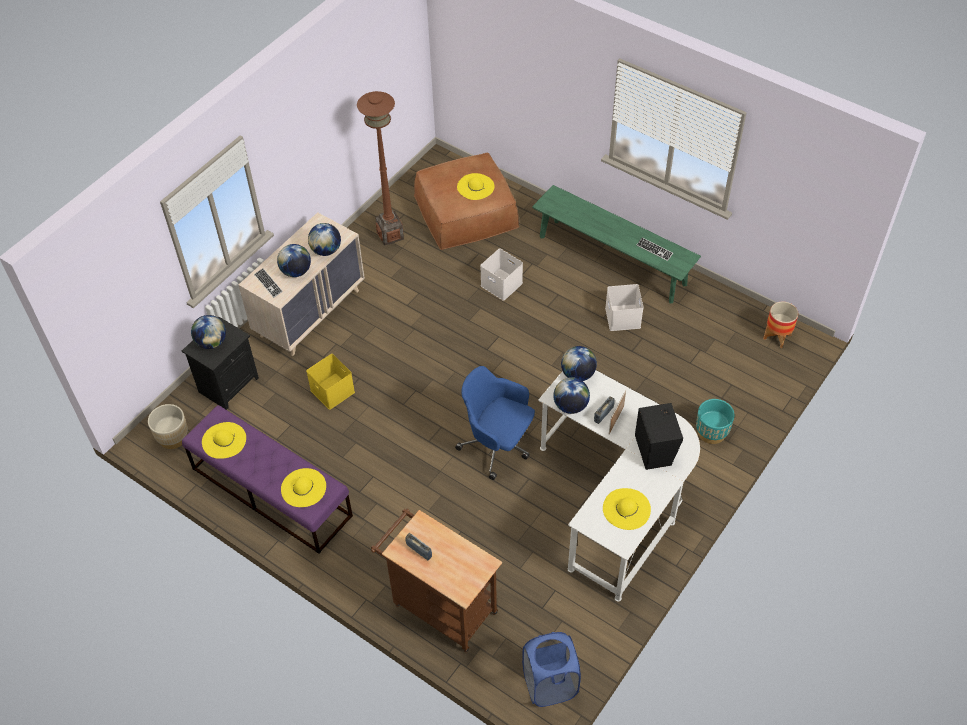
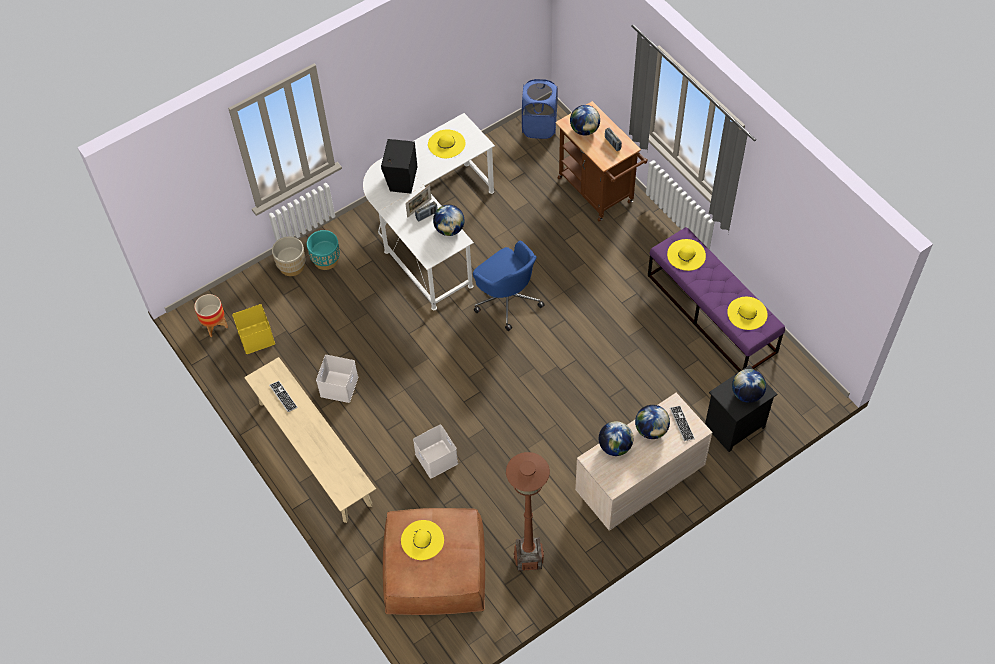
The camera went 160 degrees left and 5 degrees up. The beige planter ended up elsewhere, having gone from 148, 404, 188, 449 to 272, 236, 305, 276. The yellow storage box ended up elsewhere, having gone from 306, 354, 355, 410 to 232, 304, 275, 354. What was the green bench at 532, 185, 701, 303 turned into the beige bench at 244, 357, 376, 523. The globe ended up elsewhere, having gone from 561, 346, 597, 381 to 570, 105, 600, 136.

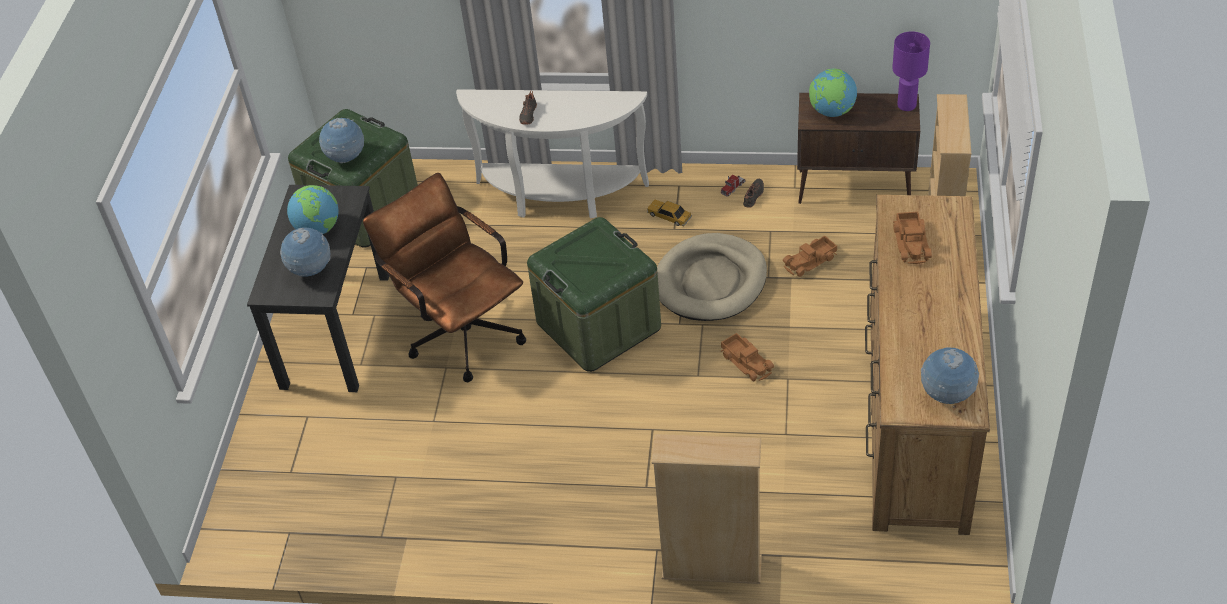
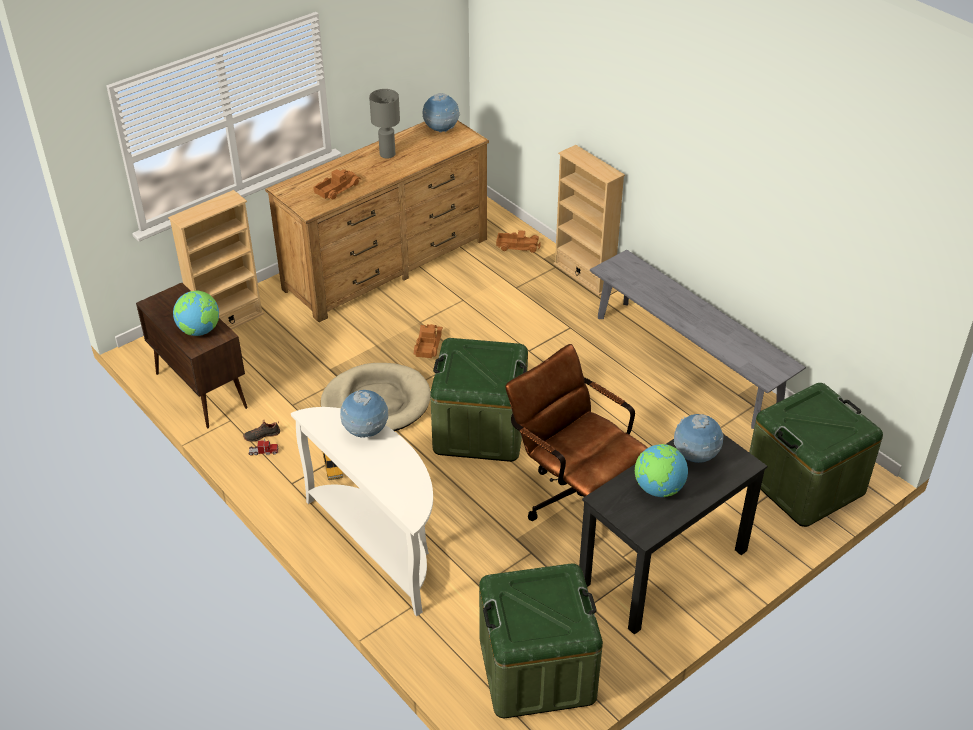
The camera went 140 degrees left and 5 degrees down. The globe ended up elsewhere, having gone from 319, 118, 364, 163 to 340, 390, 388, 438. The brown office chair at 363, 173, 526, 382 ended up facing another way, 135 degrees clockwise from before. The second view lost the black shoe at 519, 90, 537, 125. The toy truck ended up elsewhere, having gone from 783, 236, 837, 277 to 496, 230, 541, 253. The second view lost the purple table lamp at 892, 31, 930, 111. The second view gained the grey table lamp at 369, 89, 400, 159. The second view gained the grey bench at 590, 250, 806, 429. The second view gained the green storage box at 749, 383, 883, 527.

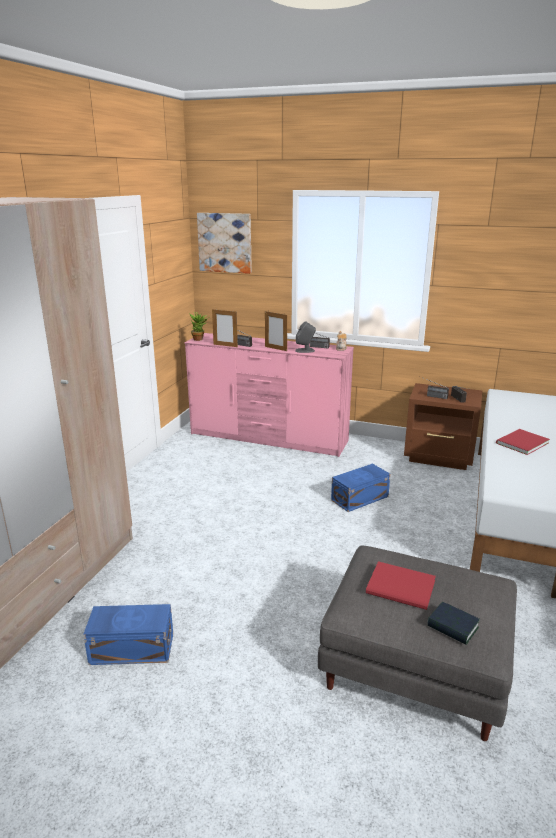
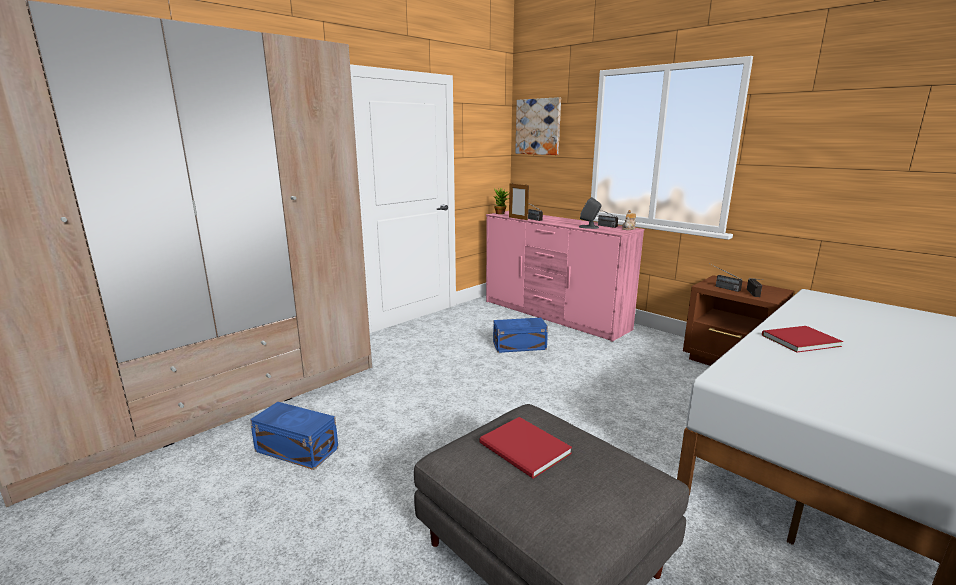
The camera went 25 degrees right and 5 degrees down. The second view lost the picture frame at 265, 311, 287, 351. The blue storage box ended up elsewhere, having gone from 331, 464, 390, 512 to 493, 318, 548, 353. The second view lost the book at 427, 602, 480, 645.

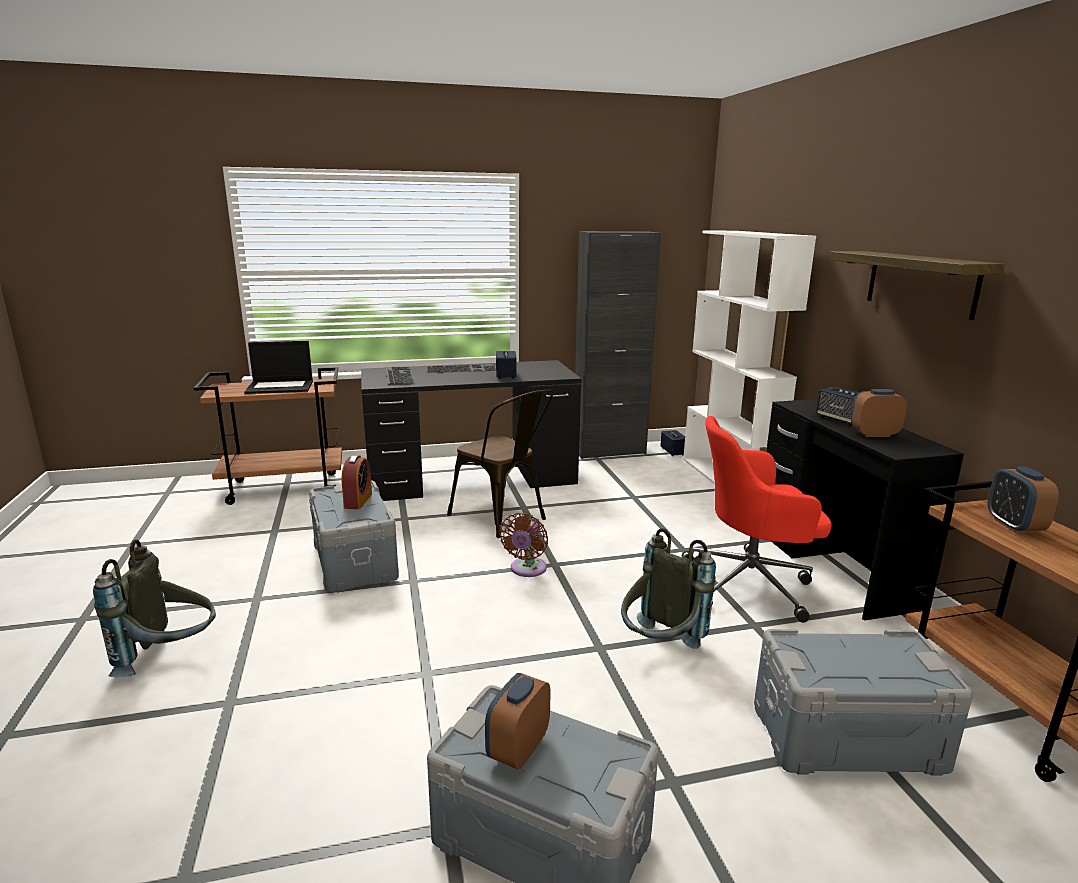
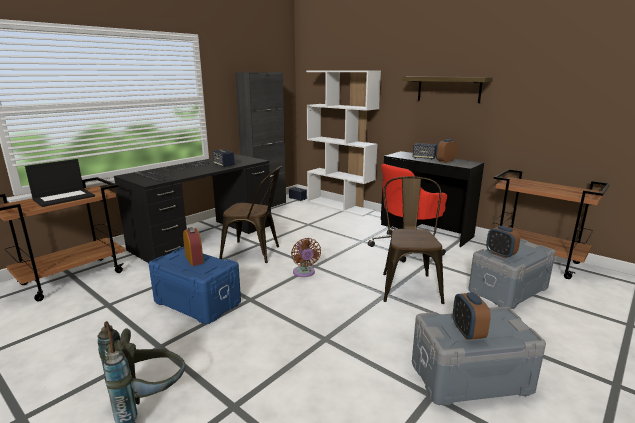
The camera went 35 degrees left and 0 degrees up. What was the grey storage box at 309, 480, 399, 593 turned into the blue storage box at 149, 247, 241, 324. Where the grey backpack stood at 621, 528, 716, 649, the brown chair came to stand at 383, 176, 444, 304. The alarm clock ended up elsewhere, having gone from 988, 466, 1059, 533 to 486, 226, 520, 258.

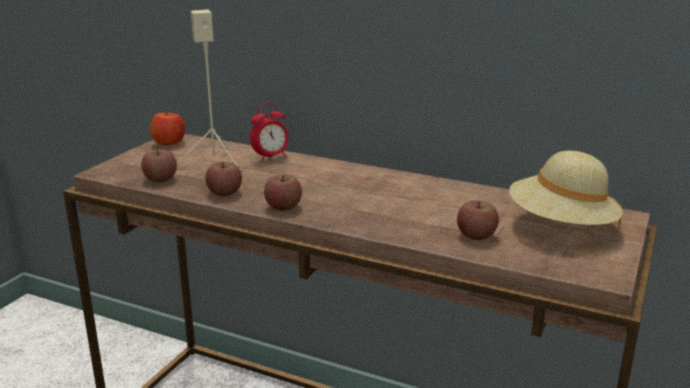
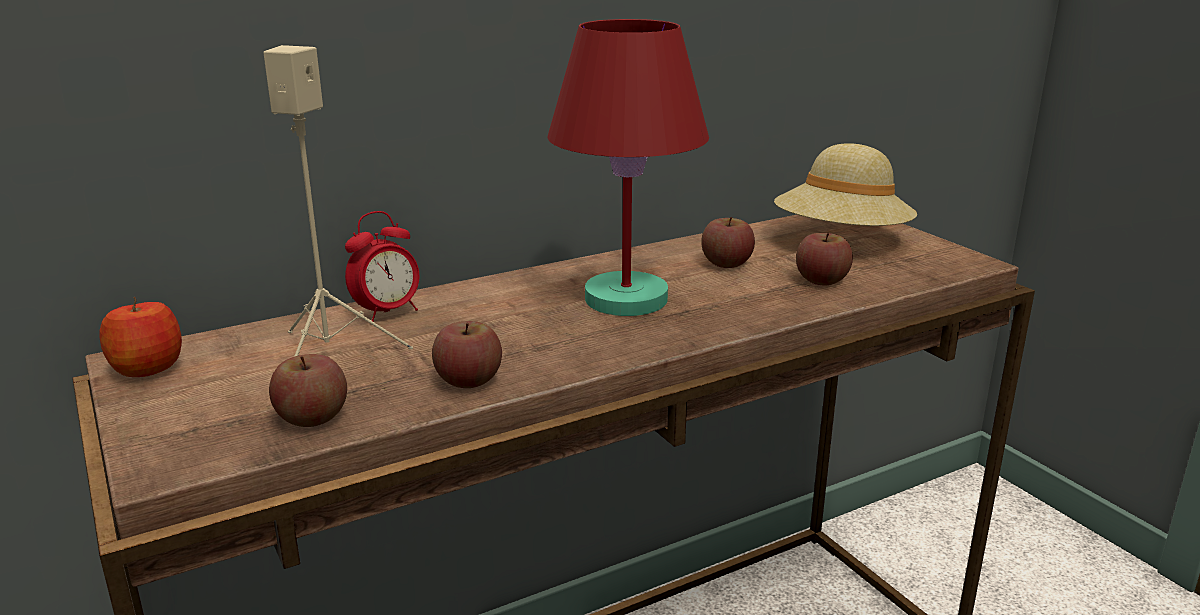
The camera went 55 degrees left and 0 degrees up. The alarm clock at 250, 103, 289, 162 ended up facing another way, 45 degrees clockwise from before. The apple ended up elsewhere, having gone from 264, 175, 302, 211 to 701, 217, 755, 268. The second view gained the red table lamp at 547, 19, 709, 316.

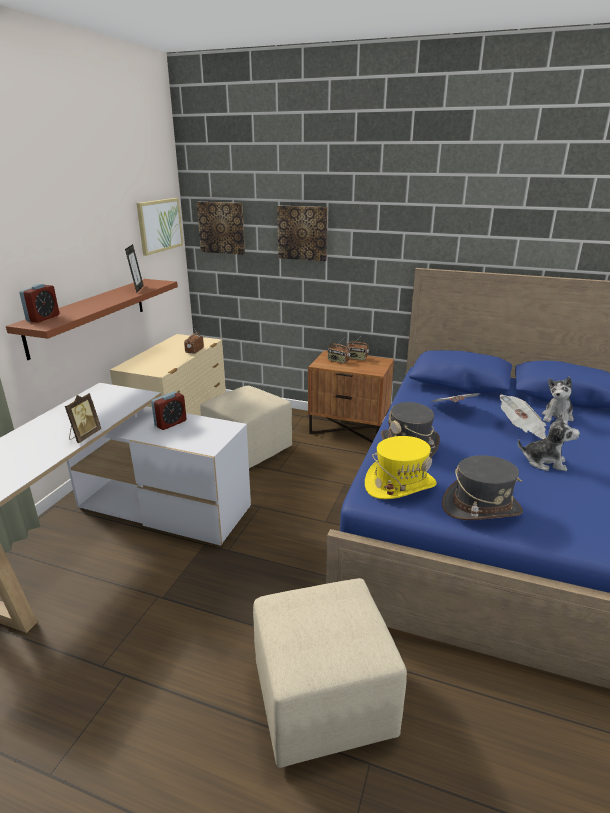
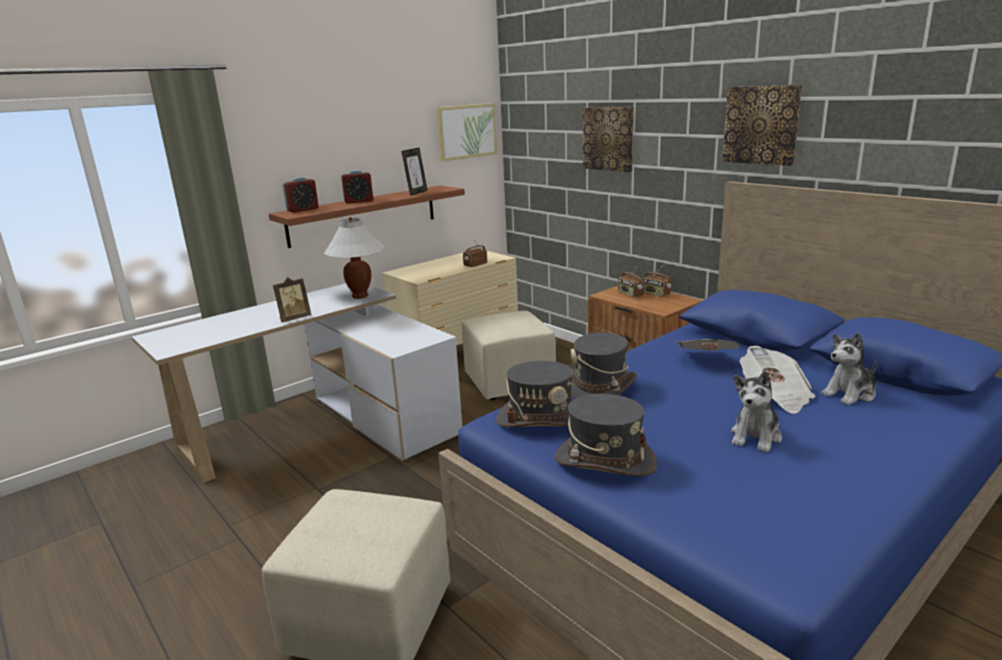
The camera went 30 degrees right and 5 degrees down. The alarm clock ended up elsewhere, having gone from 151, 391, 187, 430 to 341, 170, 373, 204. The picture ended up elsewhere, having gone from 197, 202, 245, 255 to 722, 85, 802, 166. What was the yellow hat at 365, 436, 437, 499 turned into the grey hat at 496, 361, 574, 427. The plush toy at 518, 413, 580, 471 ended up facing another way, 75 degrees clockwise from before. The second view gained the white table lamp at 323, 217, 384, 299.

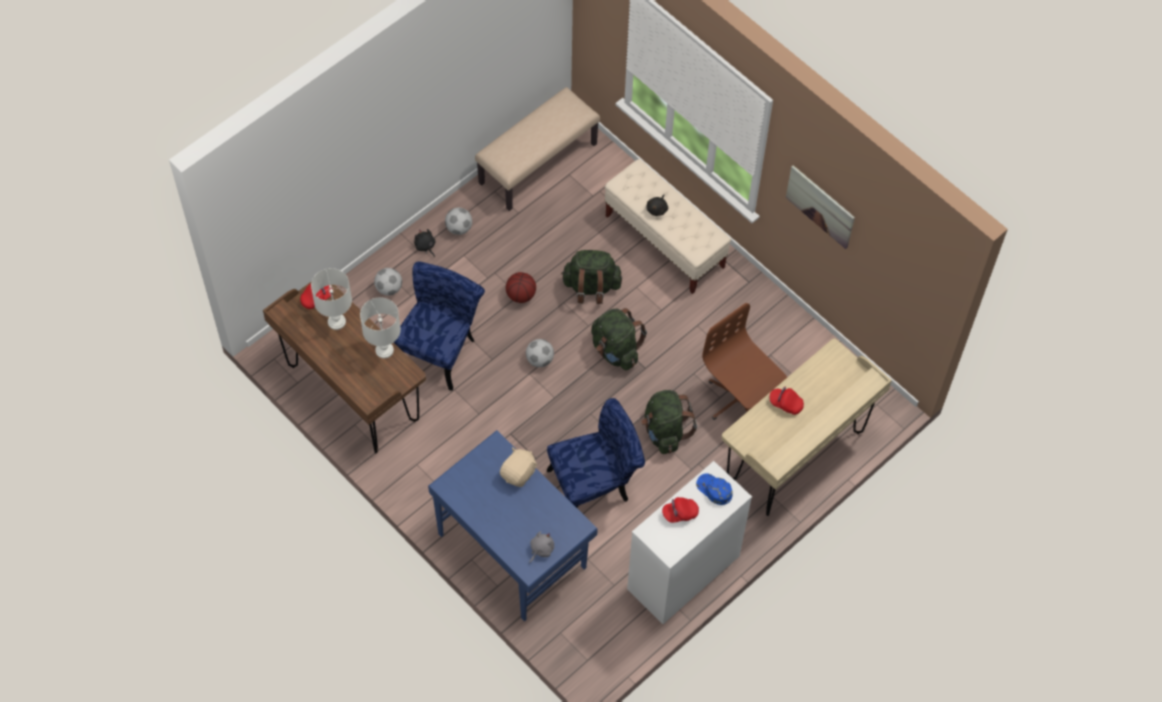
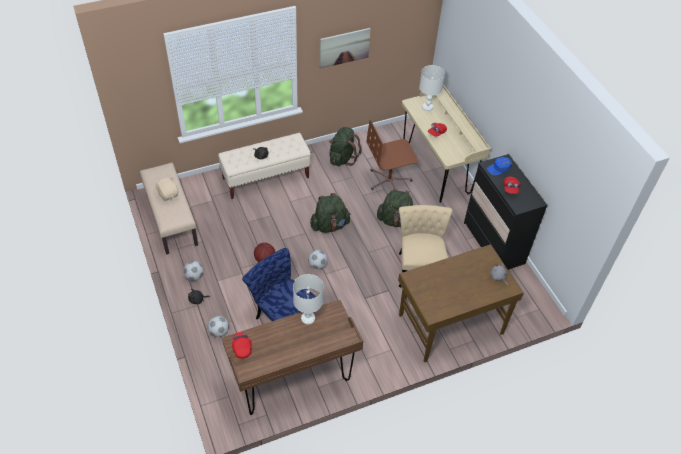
The camera went 70 degrees left and 10 degrees down. The white table lamp ended up elsewhere, having gone from 311, 268, 352, 330 to 419, 65, 445, 111. What was the blue desk at 428, 430, 598, 622 turned into the brown desk at 398, 244, 524, 362. The beige plush toy ended up elsewhere, having gone from 500, 447, 537, 487 to 154, 177, 178, 201. What was the blue chair at 547, 398, 645, 508 turned into the beige chair at 399, 205, 452, 287. The green backpack ended up elsewhere, having gone from 561, 250, 622, 304 to 329, 127, 362, 166. What was the white dresser at 627, 461, 752, 624 turned into the black dresser at 464, 154, 547, 270.

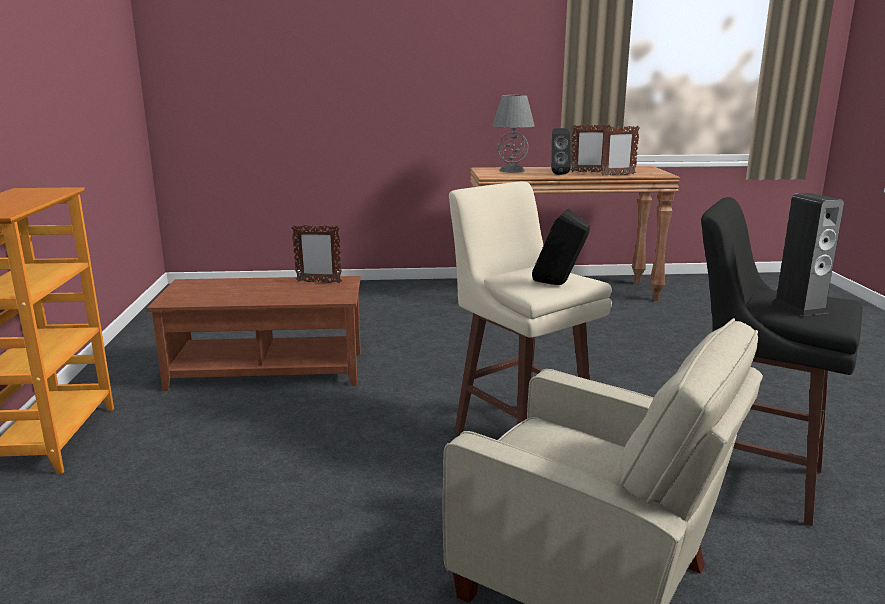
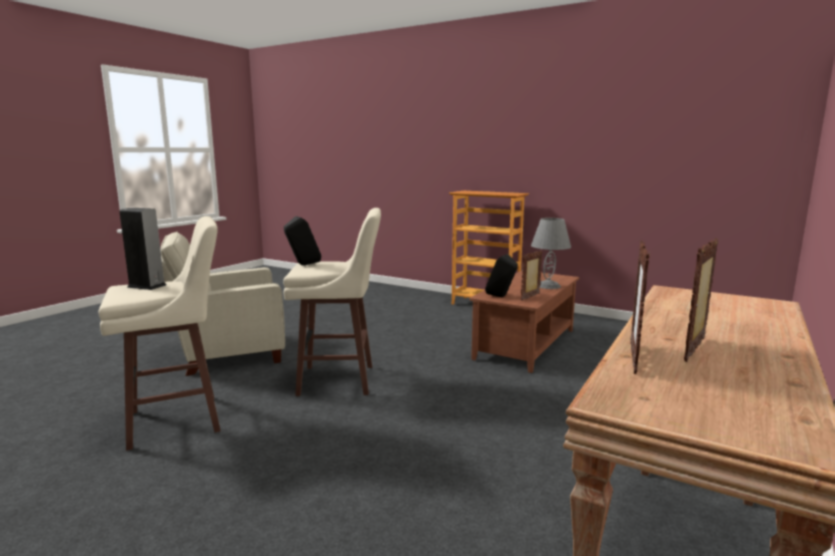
The camera went 125 degrees right and 5 degrees down. The grey table lamp ended up elsewhere, having gone from 492, 95, 535, 173 to 531, 218, 571, 289. The black speaker ended up elsewhere, having gone from 551, 128, 571, 175 to 485, 254, 518, 297. What was the black stool at 701, 197, 863, 526 turned into the beige stool at 98, 216, 221, 451.

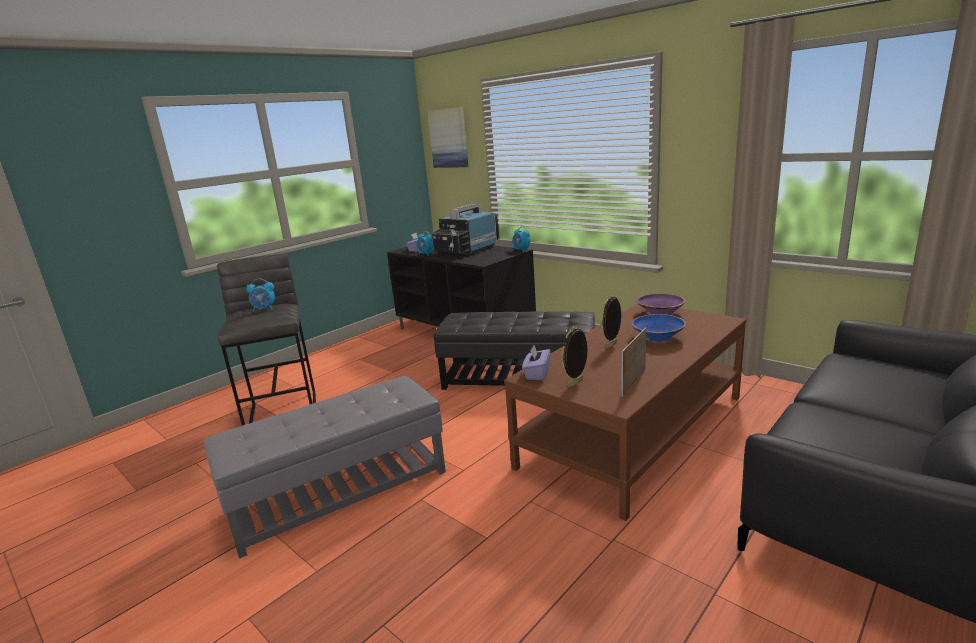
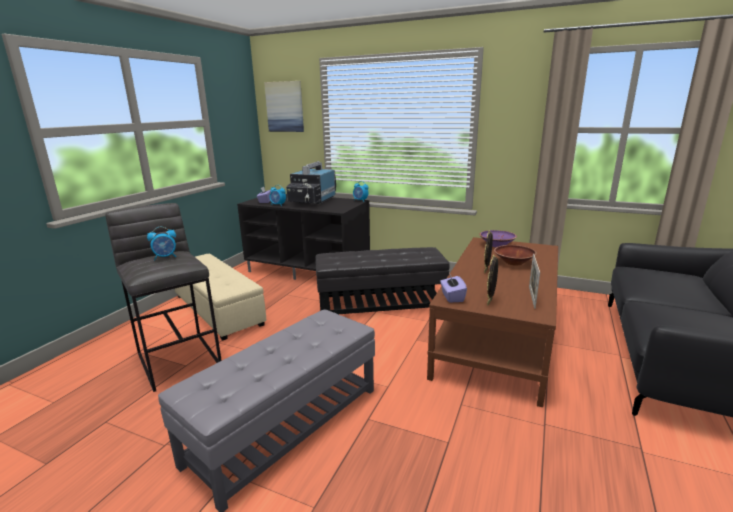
The camera went 20 degrees left and 0 degrees up. What was the blue bowl at 631, 314, 686, 342 turned into the brown bowl at 494, 245, 537, 266. The second view gained the beige ottoman at 175, 254, 266, 340.

